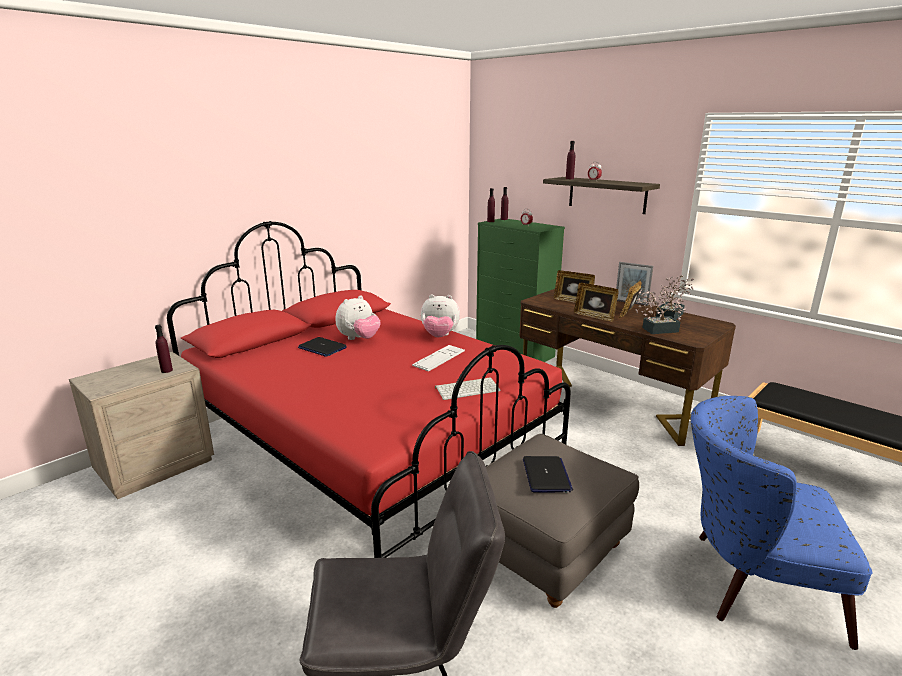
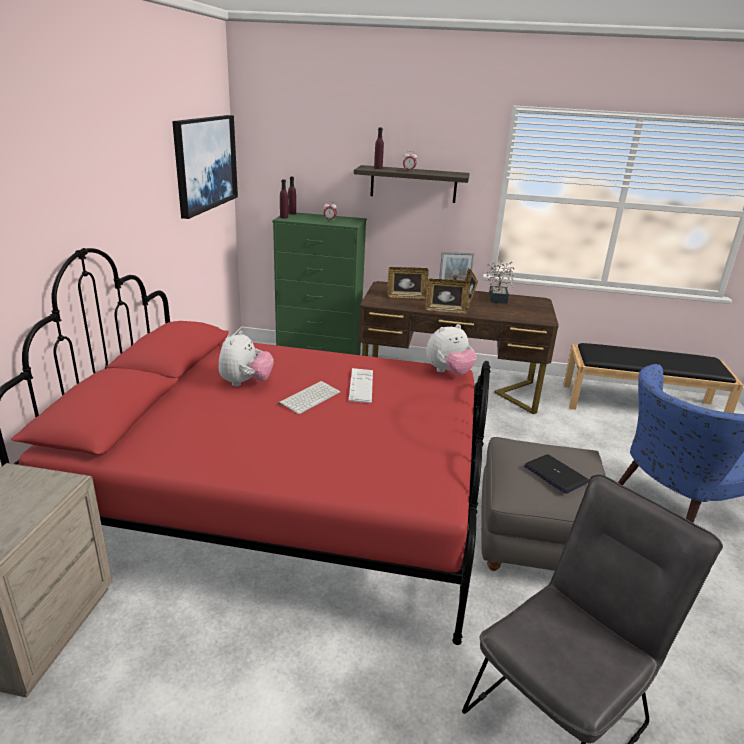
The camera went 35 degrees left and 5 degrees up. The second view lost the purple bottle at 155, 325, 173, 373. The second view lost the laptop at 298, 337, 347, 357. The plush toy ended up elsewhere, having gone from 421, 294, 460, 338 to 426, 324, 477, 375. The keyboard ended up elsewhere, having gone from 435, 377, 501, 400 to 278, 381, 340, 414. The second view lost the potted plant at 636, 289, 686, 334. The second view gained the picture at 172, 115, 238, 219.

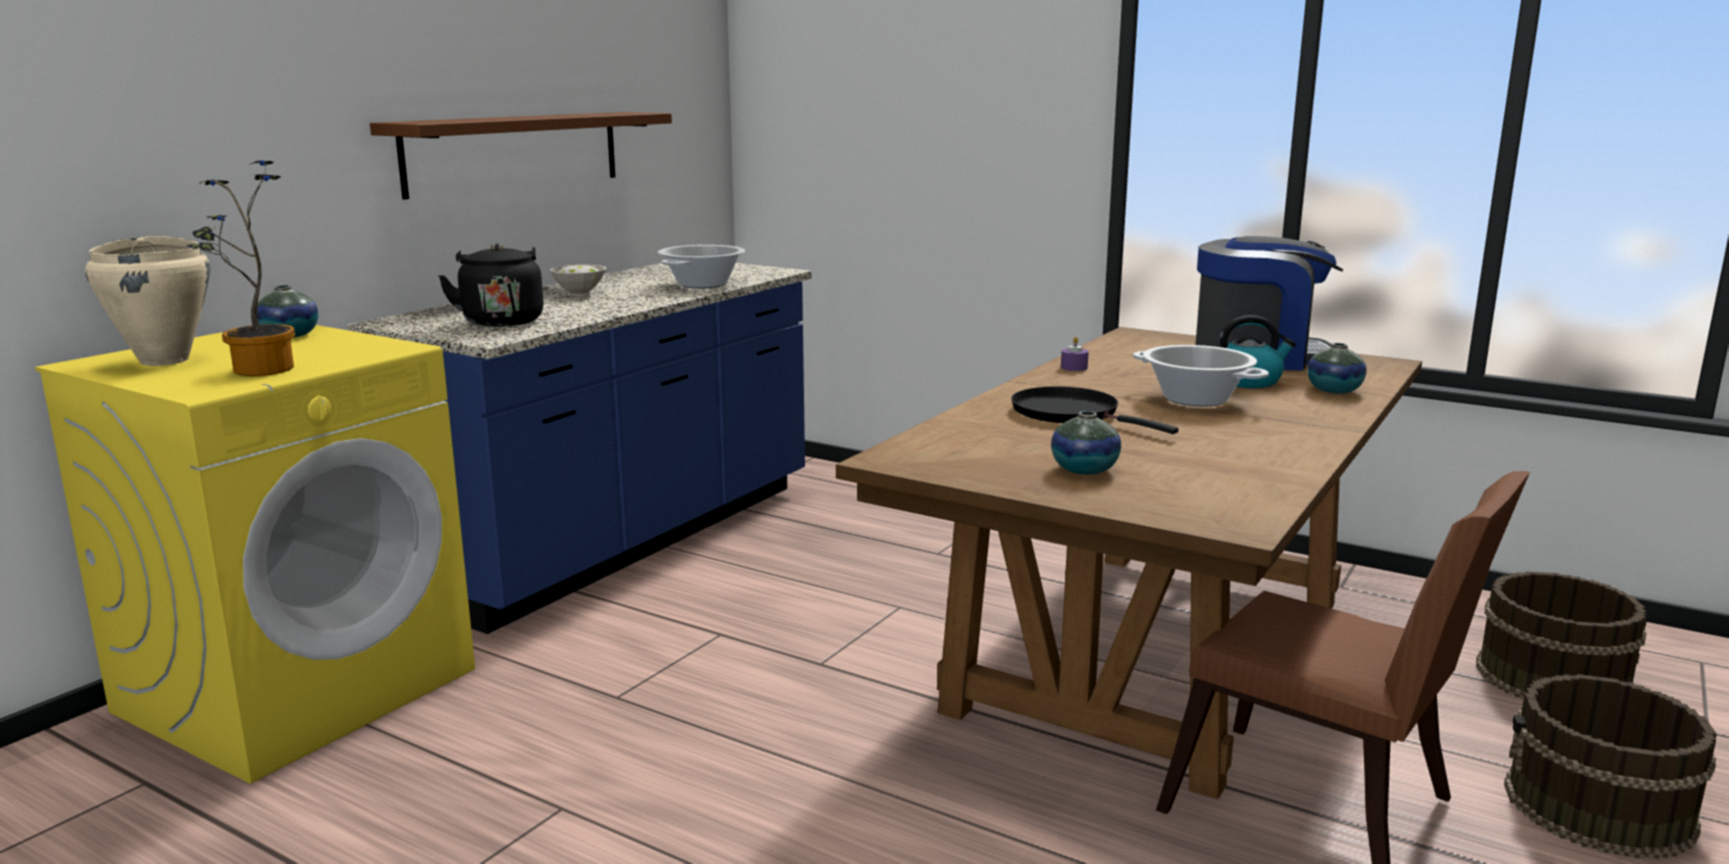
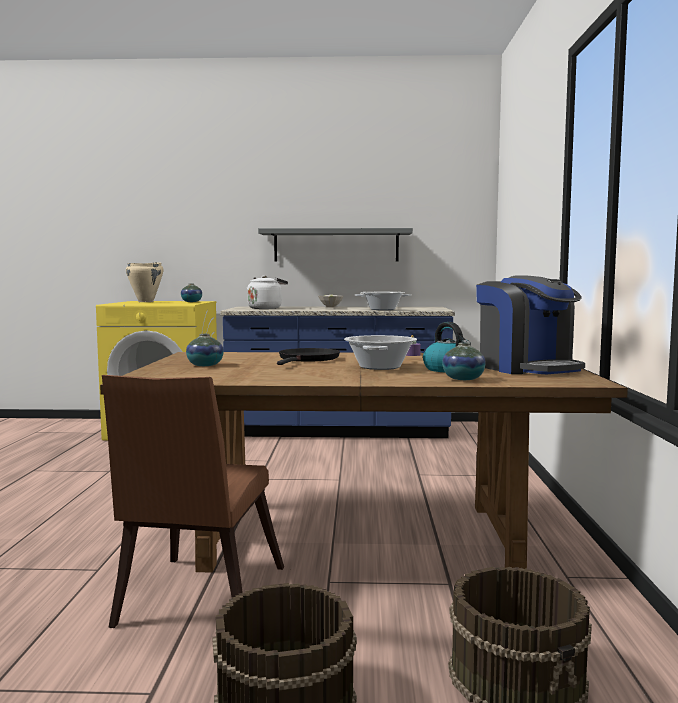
The camera went 60 degrees right and 10 degrees down. The second view lost the potted plant at 186, 160, 295, 376. What was the brown shelf at 370, 112, 672, 199 turned into the grey shelf at 258, 228, 413, 261. What was the black kettle at 438, 244, 544, 327 turned into the white kettle at 247, 275, 288, 309.

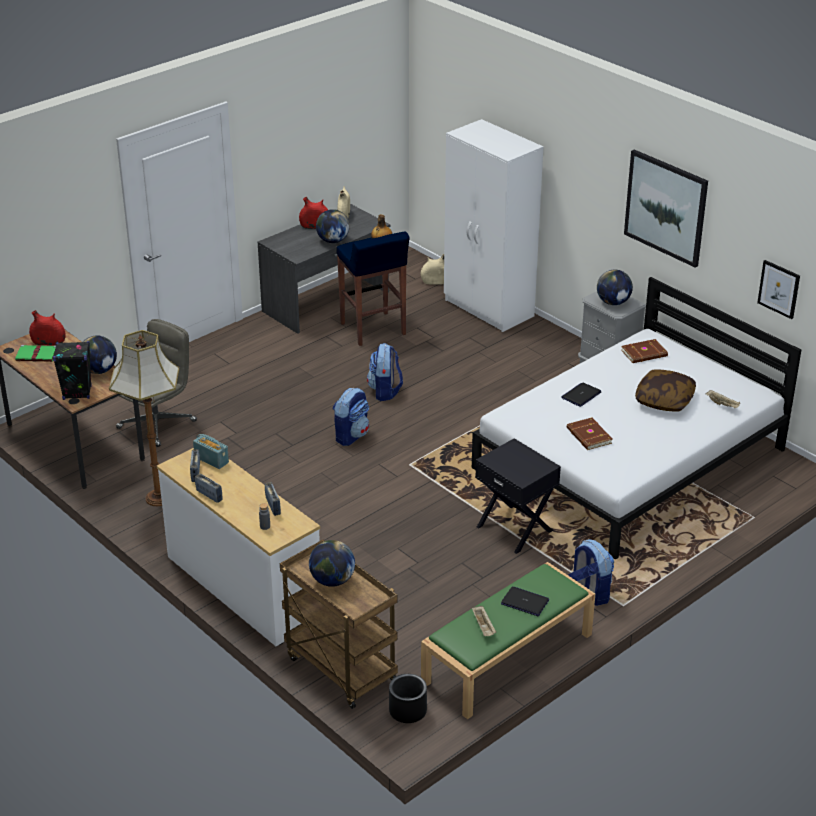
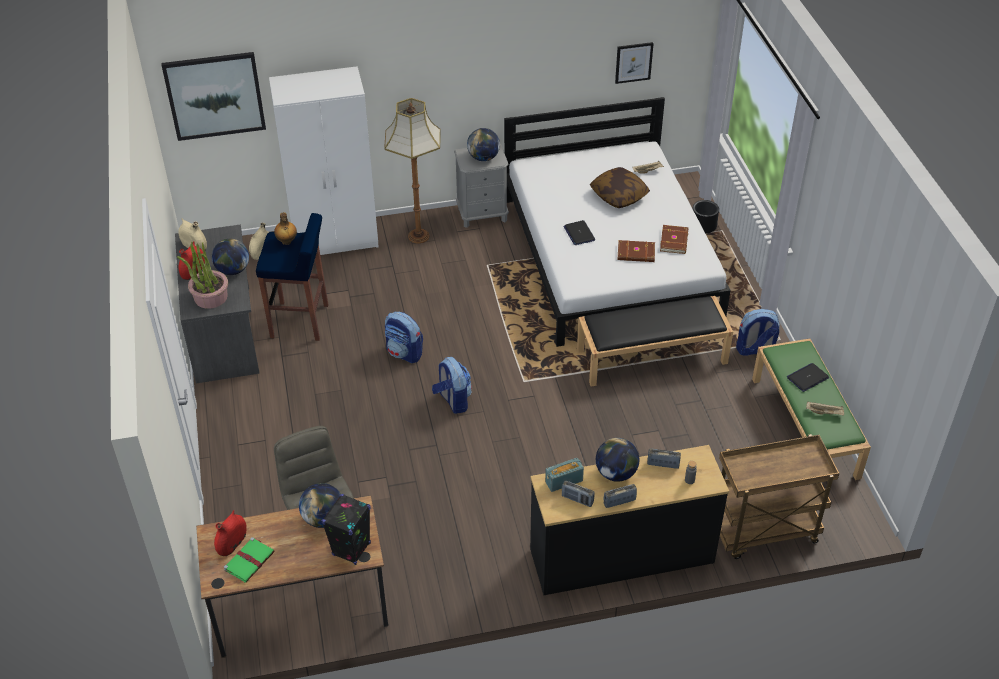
The camera went 60 degrees left and 10 degrees up. The floor lamp ended up elsewhere, having gone from 109, 330, 179, 506 to 384, 98, 441, 243. What was the white dresser at 157, 448, 320, 646 turned into the black dresser at 530, 445, 729, 595. The globe ended up elsewhere, having gone from 309, 540, 355, 587 to 596, 438, 639, 482. The black planter ended up elsewhere, having gone from 389, 674, 427, 723 to 693, 200, 719, 234. Where the black nightstand stood at 475, 438, 561, 554, the black bench came to stand at 577, 296, 733, 387. The brown book ended up elsewhere, having gone from 621, 339, 668, 363 to 660, 225, 688, 254. The picture ended up elsewhere, having gone from 624, 150, 708, 267 to 161, 52, 266, 141. The second view gained the potted plant at 177, 242, 228, 309.

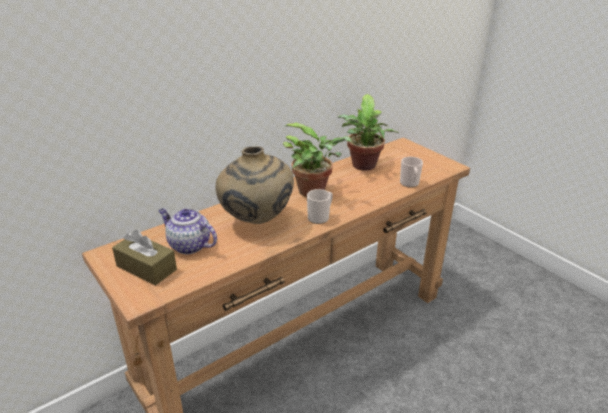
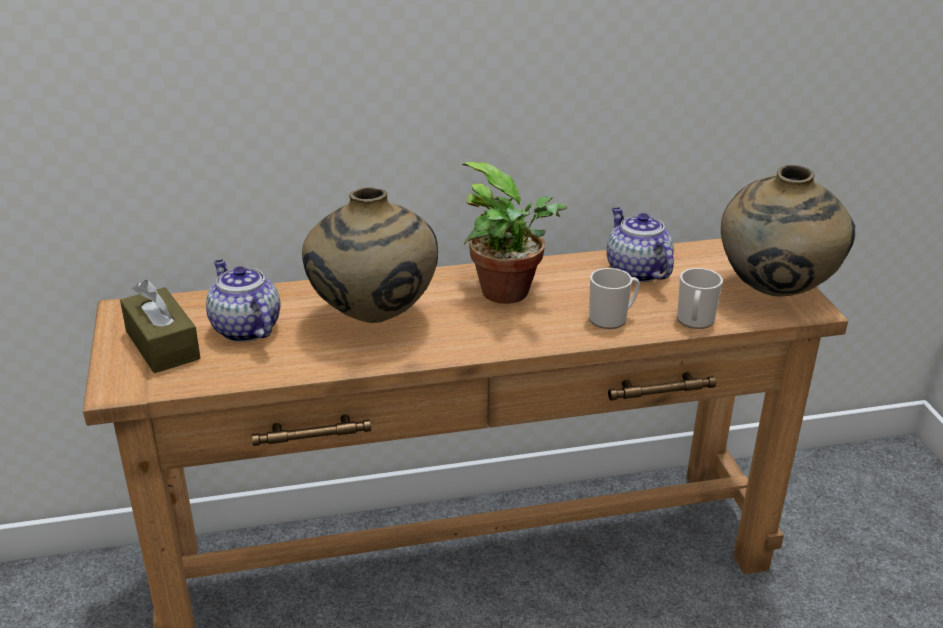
The camera went 25 degrees right and 0 degrees up. The mug ended up elsewhere, having gone from 307, 189, 333, 224 to 589, 268, 640, 329. Where the potted plant stood at 338, 94, 399, 171, the teapot came to stand at 607, 207, 674, 282. The second view gained the beige vase at 721, 165, 855, 296.

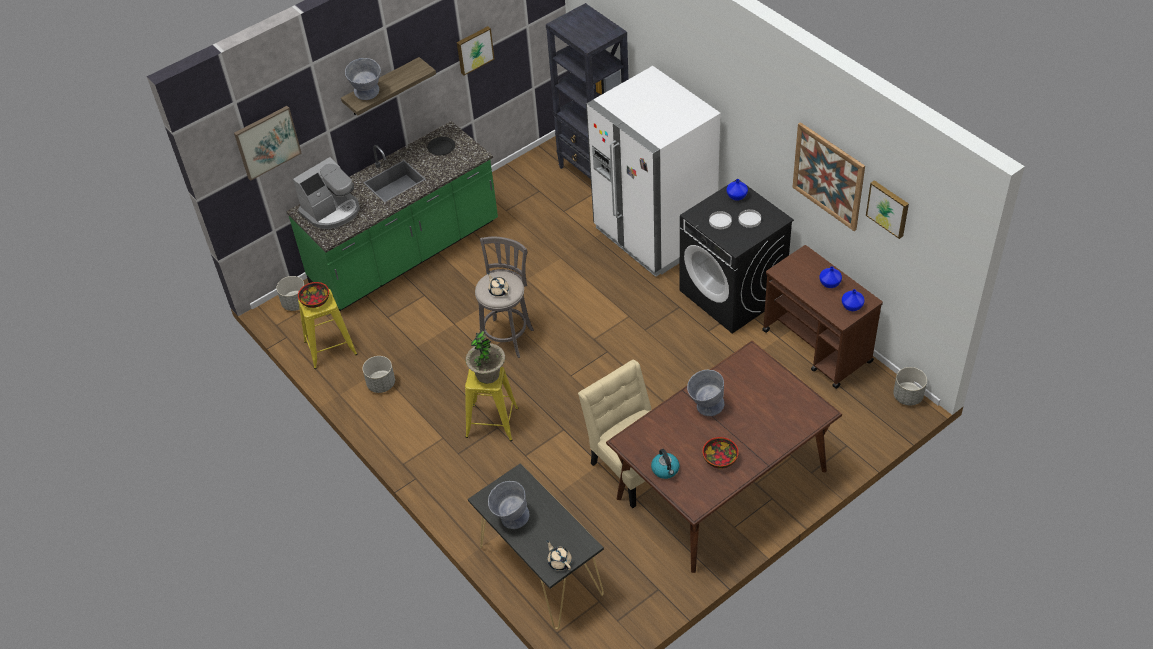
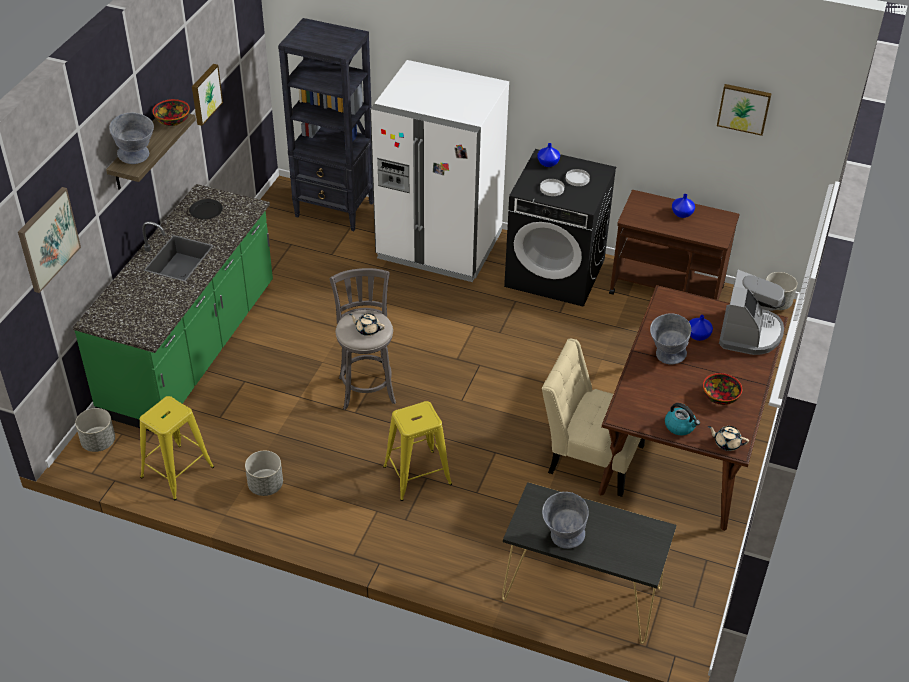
The camera went 35 degrees left and 5 degrees down. The coffee machine ended up elsewhere, having gone from 293, 157, 360, 229 to 719, 270, 786, 355. The bowl ended up elsewhere, having gone from 298, 282, 329, 308 to 152, 99, 190, 126. The second view lost the potted plant at 465, 330, 505, 384. The beige teapot ended up elsewhere, having gone from 547, 540, 572, 570 to 708, 426, 749, 451. The second view lost the picture at 792, 122, 865, 231. The blue vase ended up elsewhere, having gone from 842, 289, 865, 311 to 689, 315, 713, 341.

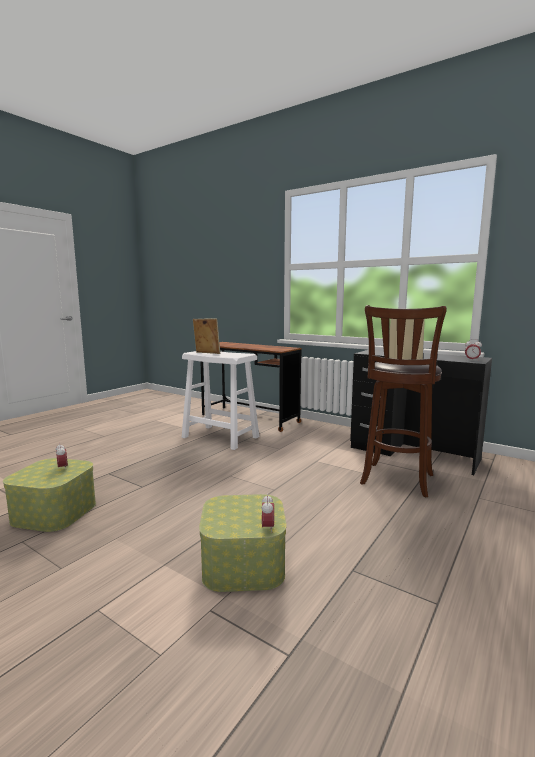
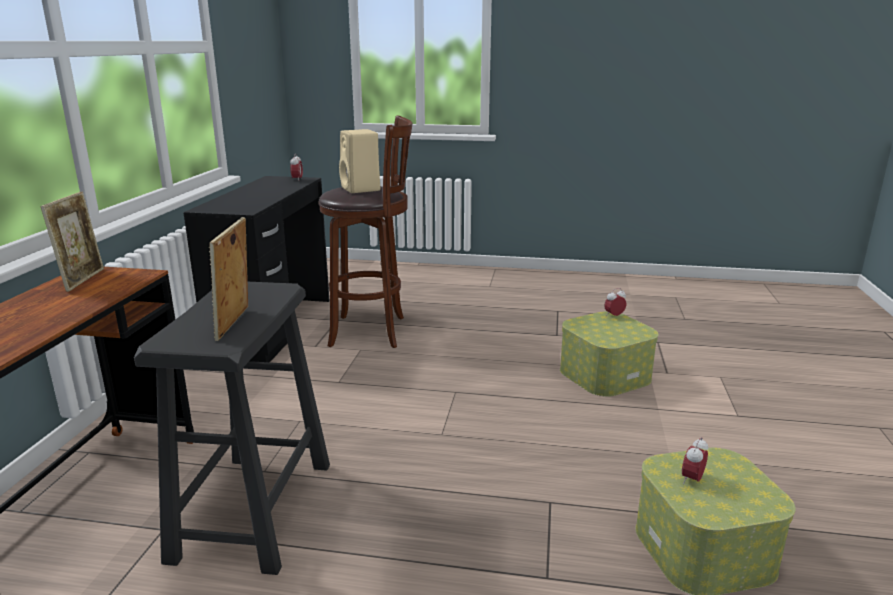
The camera went 115 degrees left and 10 degrees up. What was the white stool at 182, 351, 259, 450 turned into the black stool at 134, 282, 330, 575. The second view gained the picture frame at 40, 192, 104, 292.

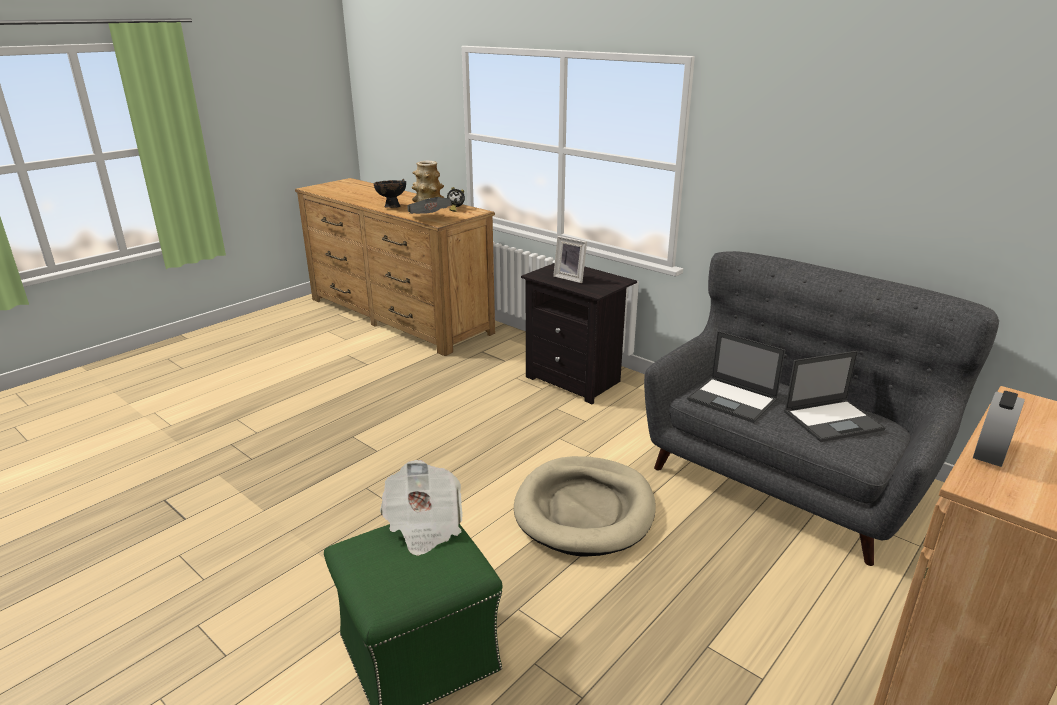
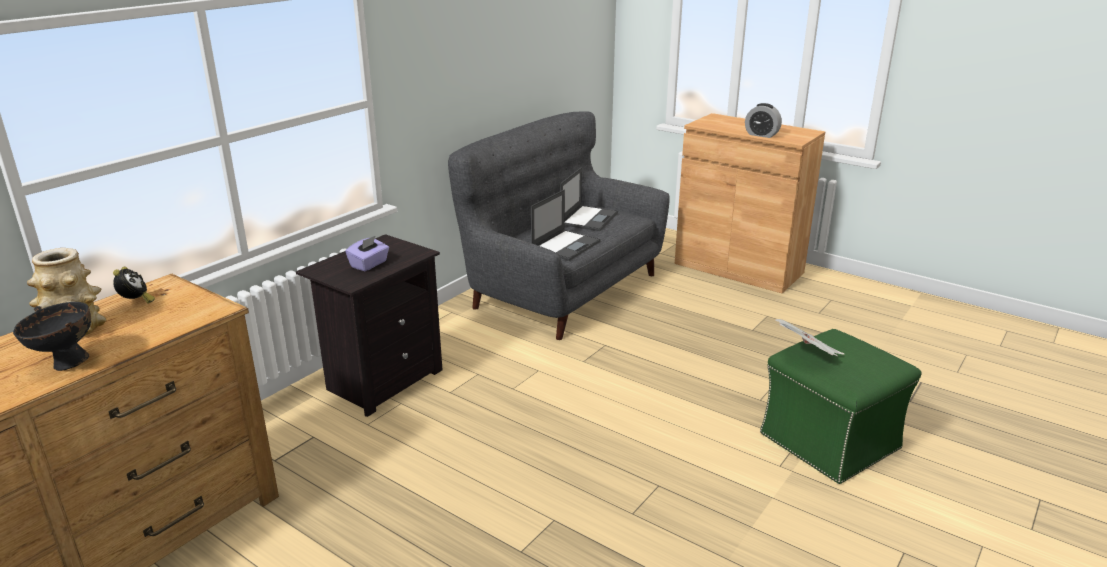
The camera went 95 degrees left and 0 degrees up. The second view lost the newspaper at 407, 197, 452, 214. The second view lost the beige dog bed at 514, 456, 656, 557. Where the picture frame stood at 553, 236, 587, 283, the purple tissue box came to stand at 345, 235, 389, 271. The laptop at 784, 351, 886, 442 ended up facing another way, 45 degrees clockwise from before.

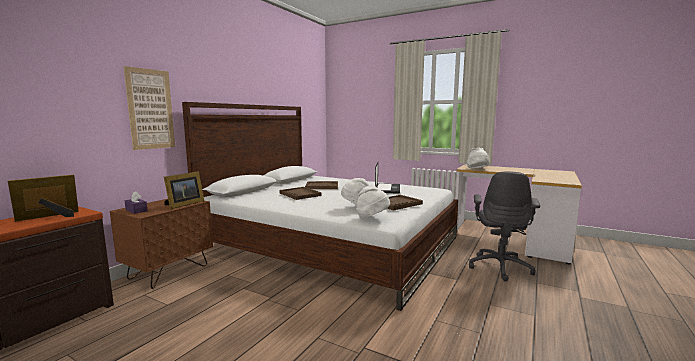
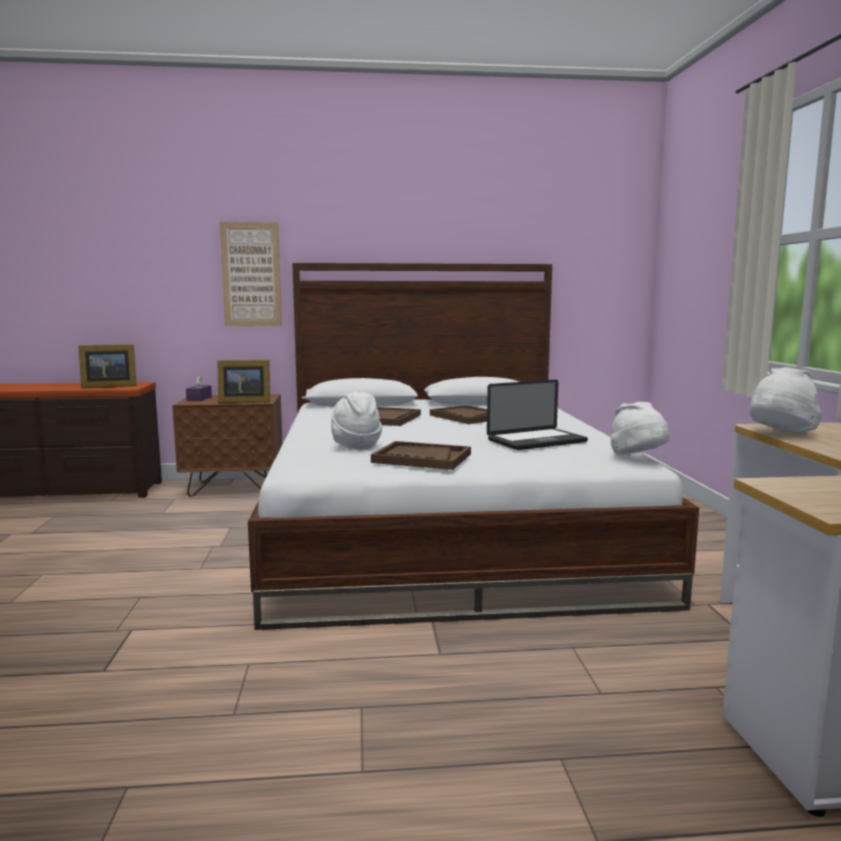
The camera went 55 degrees right and 0 degrees up. The picture frame at 8, 175, 79, 222 ended up facing another way, 150 degrees clockwise from before. The white hat ended up elsewhere, having gone from 356, 186, 390, 218 to 610, 402, 670, 455. The second view lost the grey office chair at 469, 171, 540, 282.

